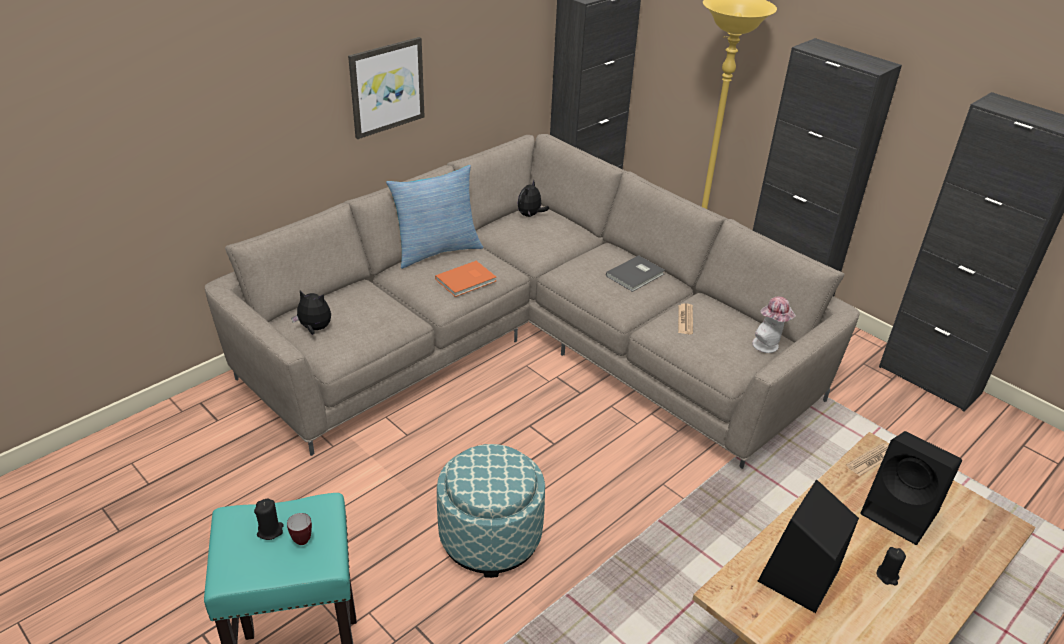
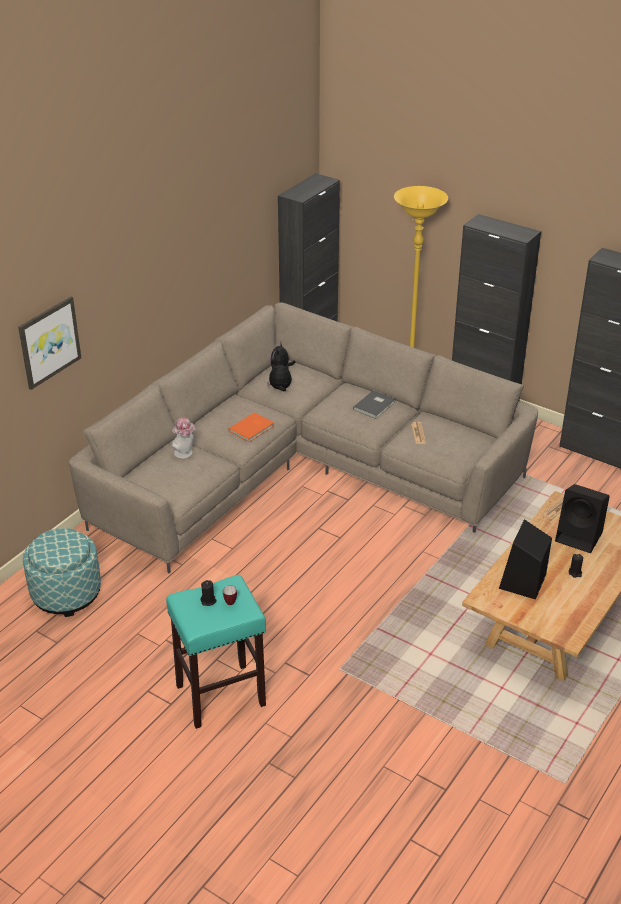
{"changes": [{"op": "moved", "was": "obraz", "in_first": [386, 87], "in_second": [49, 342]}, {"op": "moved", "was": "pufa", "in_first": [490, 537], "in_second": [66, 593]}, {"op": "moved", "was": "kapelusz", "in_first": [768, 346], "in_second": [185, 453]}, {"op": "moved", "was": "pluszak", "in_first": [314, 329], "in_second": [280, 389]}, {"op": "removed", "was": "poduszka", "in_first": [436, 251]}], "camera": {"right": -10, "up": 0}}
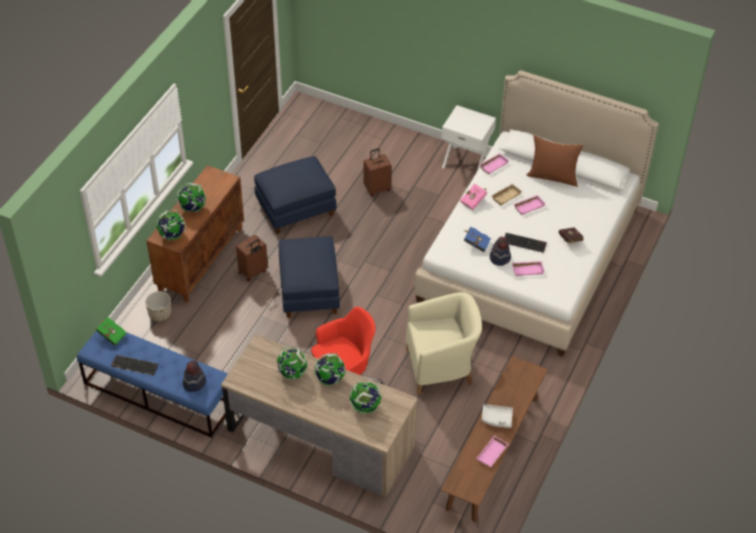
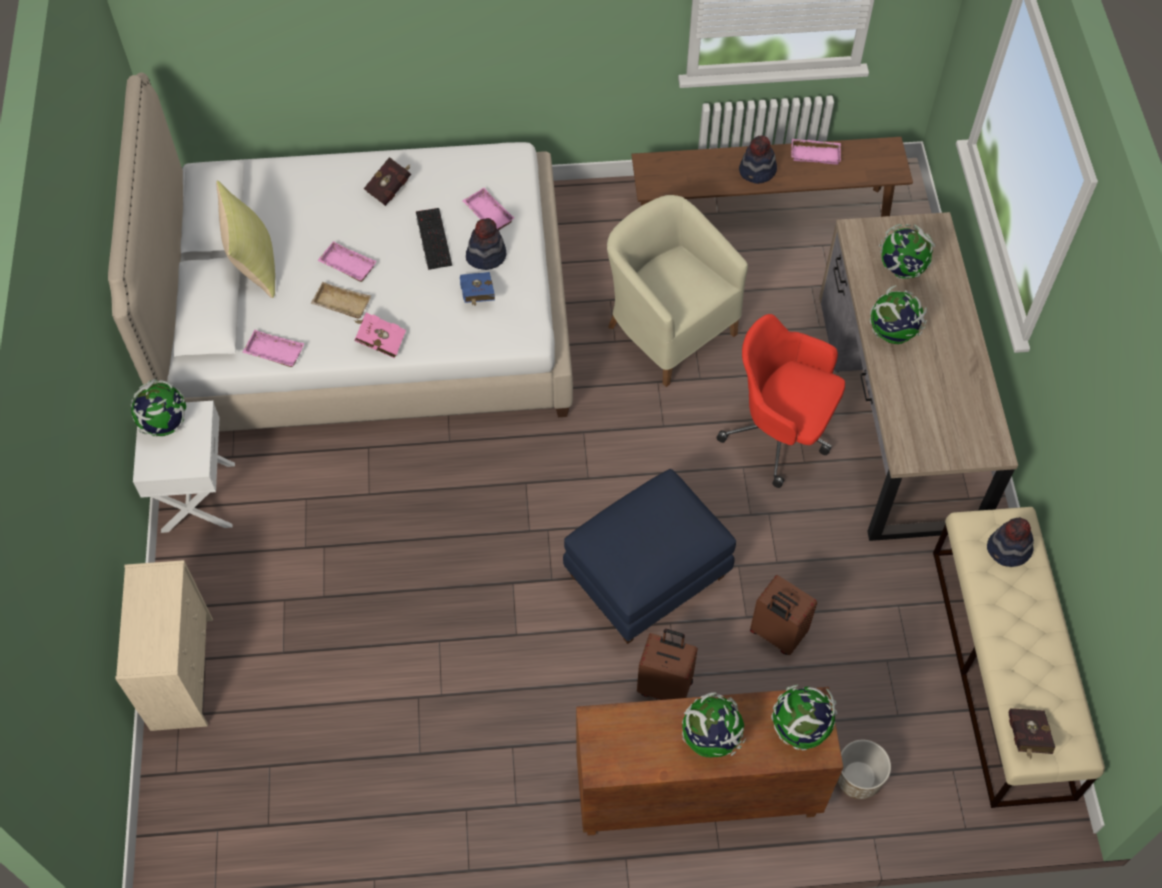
{"changes": [{"op": "added", "now": "komoda [beżowy]", "in_second": [182, 671]}, {"op": "moved", "was": "globus", "in_first": [292, 373], "in_second": [165, 424]}, {"op": "recoloured", "was": "poduszka [brązowy]", "now": "poduszka [żółty]", "in_first": [553, 176], "in_second": [253, 263]}, {"op": "replaced", "was": "taca [szary]", "now": "kapelusz", "in_first": [497, 419], "in_second": [757, 171]}, {"op": "moved", "was": "walizka [brązowy]", "in_first": [377, 188], "in_second": [776, 634]}, {"op": "recoloured", "was": "ławka [niebieski]", "now": "ławka [beżowy]", "in_first": [158, 393], "in_second": [1002, 672]}, {"op": "recoloured", "was": "książka [zielony]", "now": "książka [czerwony]", "in_first": [111, 335], "in_second": [1027, 738]}, {"op": "removed", "was": "klawiatura", "in_first": [134, 365]}, {"op": "removed", "was": "pufa [niebieski]", "in_first": [296, 210]}], "camera": {"right": -120, "up": 10}}
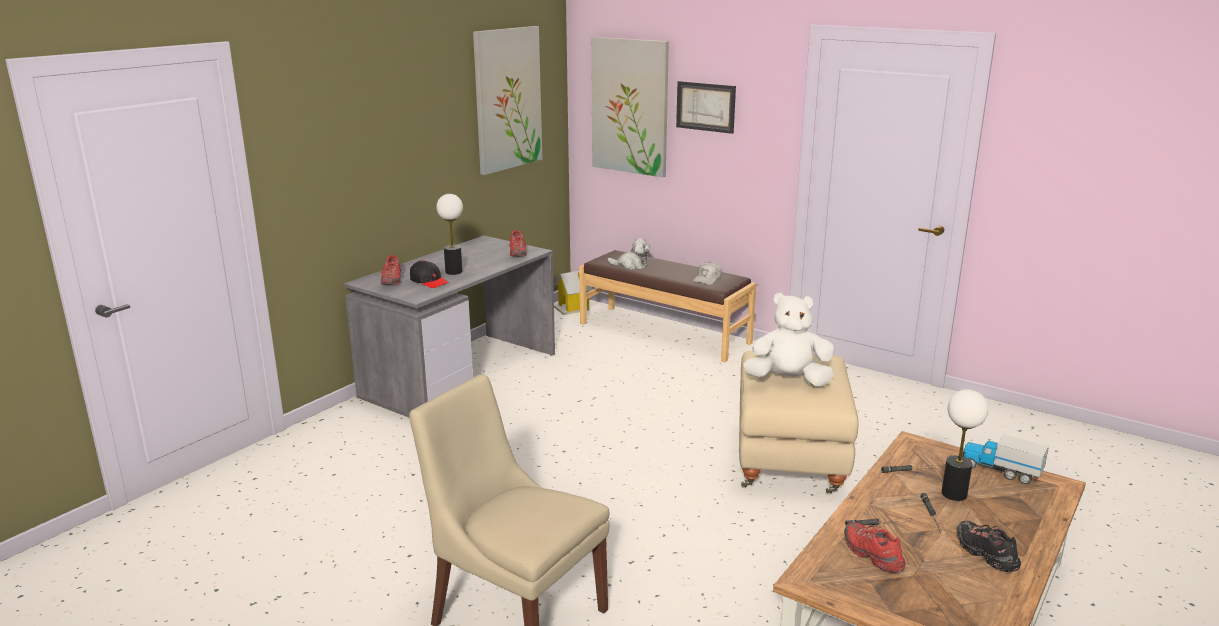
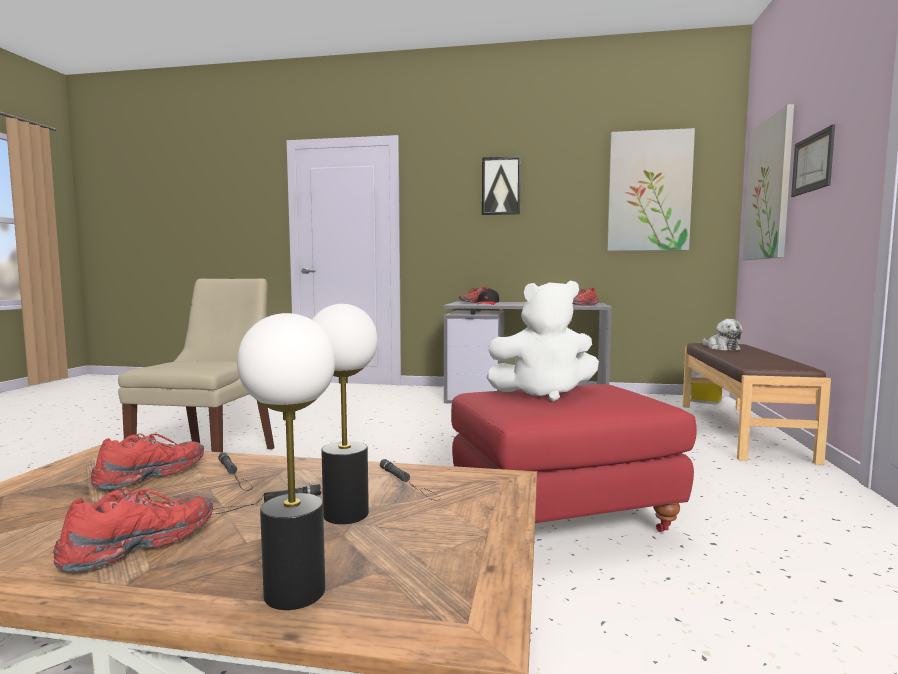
{"changes": [{"op": "recoloured", "was": "but [czarny]", "now": "but [czerwony]", "in_first": [985, 554], "in_second": [139, 547]}, {"op": "moved", "was": "lampa stołowa", "in_first": [454, 272], "in_second": [295, 593]}, {"op": "recoloured", "was": "pufa [beżowy]", "now": "pufa [czerwony]", "in_first": [791, 461], "in_second": [563, 522]}, {"op": "added", "now": "obraz", "in_second": [501, 186]}, {"op": "turned", "was": "pluszak [biały]", "in_first": [788, 380], "in_second": [543, 393], "clockwise": 105}, {"op": "removed", "was": "czapka z daszkiem [biały]", "in_first": [707, 279]}, {"op": "removed", "was": "ciężarówka zabawkowa", "in_first": [1000, 470]}], "camera": {"right": 65, "up": -15}}
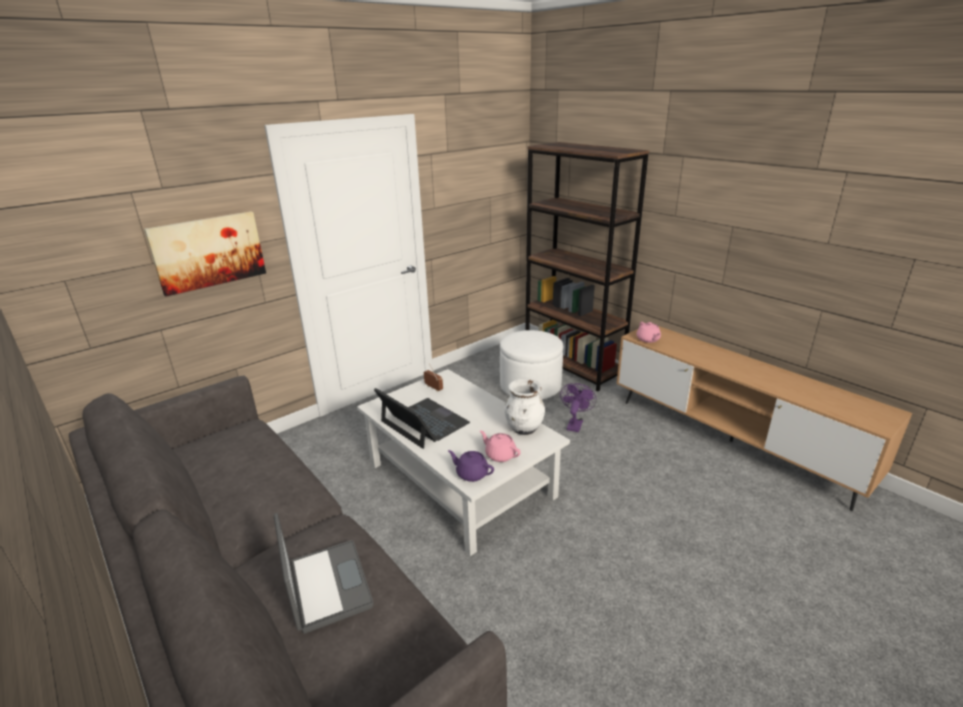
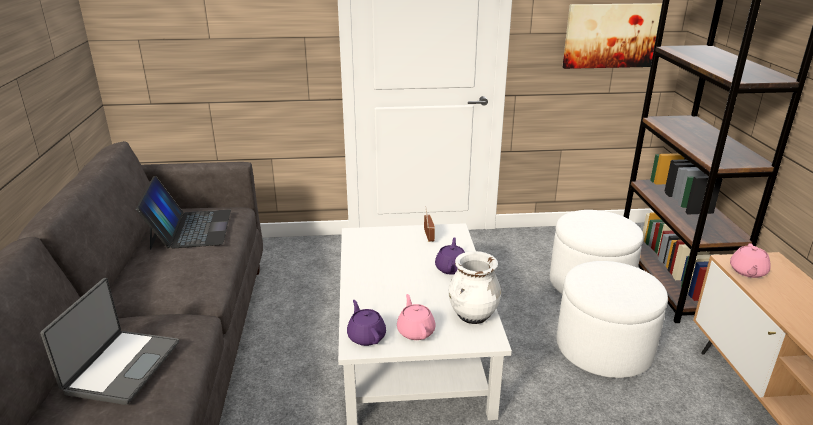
{"changes": [{"op": "moved", "was": "laptop", "in_first": [424, 422], "in_second": [190, 229]}, {"op": "added", "now": "imbryk [fioletowy]", "in_second": [451, 268]}, {"op": "replaced", "was": "wentylator [fioletowy]", "now": "pufa [biały]", "in_first": [575, 424], "in_second": [603, 348]}, {"op": "moved", "was": "obraz", "in_first": [208, 252], "in_second": [611, 35]}], "camera": {"right": 35, "up": 0}}
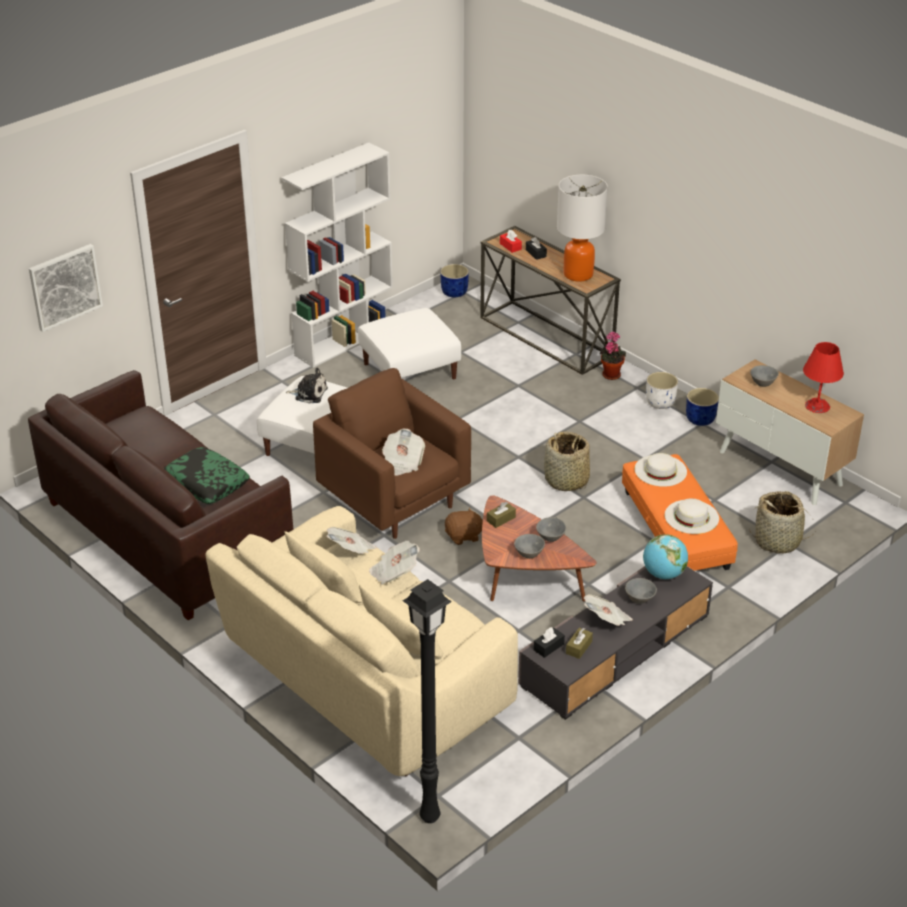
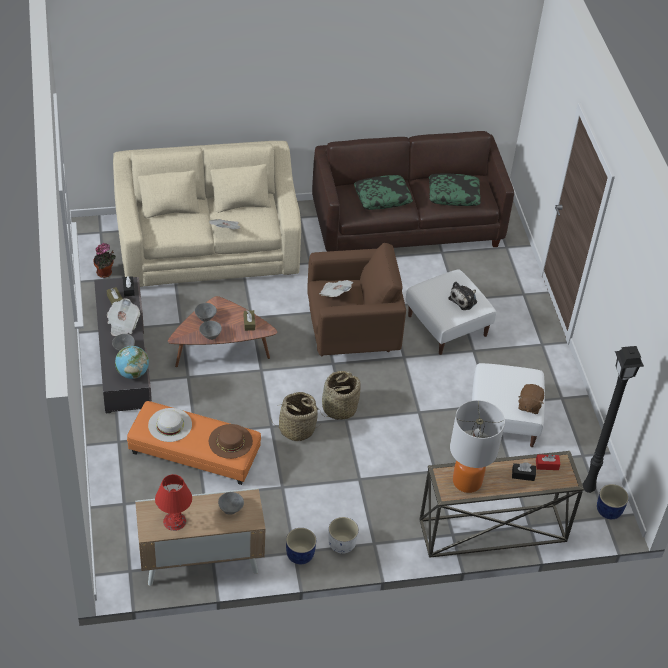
{"changes": [{"op": "moved", "was": "roślina doniczkowa", "in_first": [610, 374], "in_second": [105, 273]}, {"op": "recoloured", "was": "kapelusz [biały]", "now": "kapelusz [brązowy]", "in_first": [660, 470], "in_second": [230, 441]}, {"op": "moved", "was": "koszyk", "in_first": [778, 541], "in_second": [339, 408]}, {"op": "added", "now": "poduszka", "in_second": [453, 194]}, {"op": "moved", "was": "pluszak [brązowy]", "in_first": [464, 536], "in_second": [529, 405]}, {"op": "moved", "was": "lampa stojąca [czarny]", "in_first": [428, 816], "in_second": [589, 487]}, {"op": "removed", "was": "obraz", "in_first": [65, 286]}, {"op": "removed", "was": "regał [biały]", "in_first": [344, 341]}, {"op": "removed", "was": "gazeta", "in_first": [351, 550]}], "camera": {"right": 120, "up": 10}}
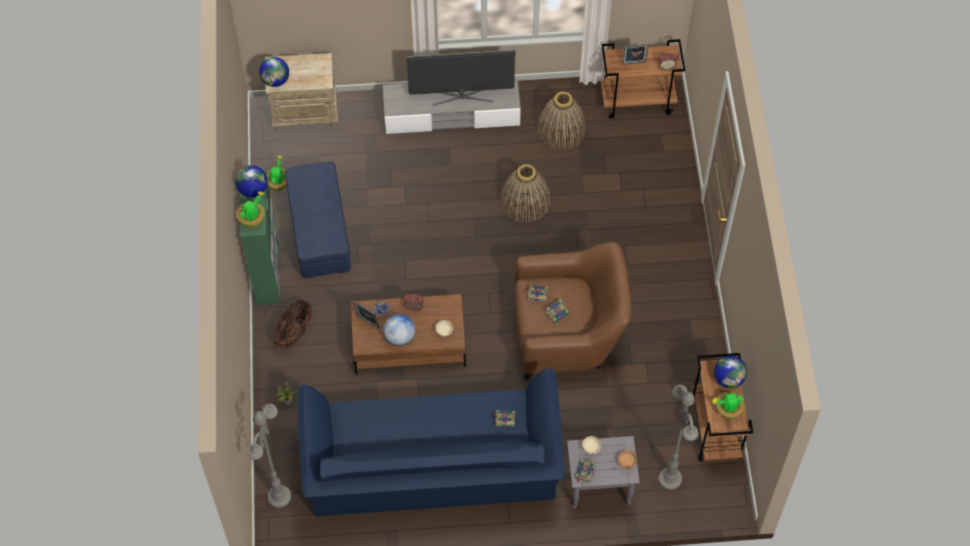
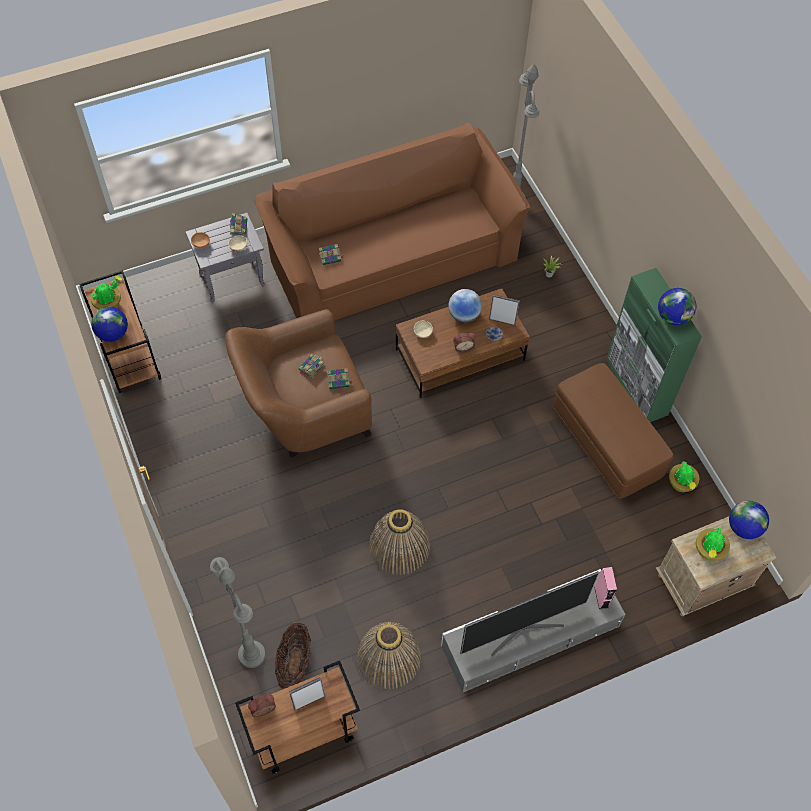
{"changes": [{"op": "moved", "was": "lampa stojąca [szary]", "in_first": [670, 479], "in_second": [251, 654]}, {"op": "recoloured", "was": "kanapa [niebieski]", "now": "kanapa [brązowy]", "in_first": [432, 470], "in_second": [390, 254]}, {"op": "moved", "was": "koszyk", "in_first": [294, 332], "in_second": [294, 663]}, {"op": "recoloured", "was": "pufa [niebieski]", "now": "pufa [brązowy]", "in_first": [319, 232], "in_second": [607, 442]}, {"op": "added", "now": "głośnik [różowy]", "in_second": [601, 597]}, {"op": "moved", "was": "roślina doniczkowa", "in_first": [252, 219], "in_second": [708, 551]}], "camera": {"right": 160, "up": 0}}
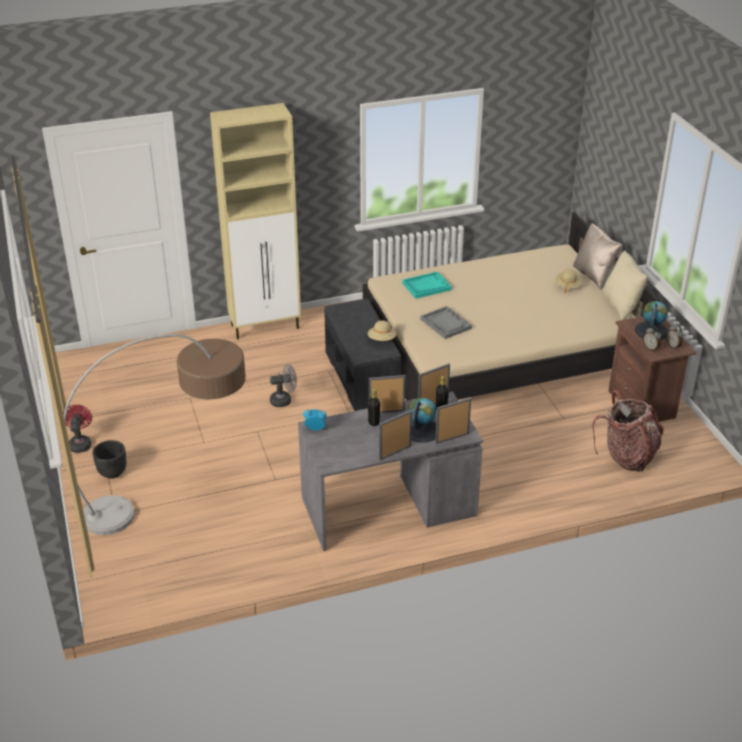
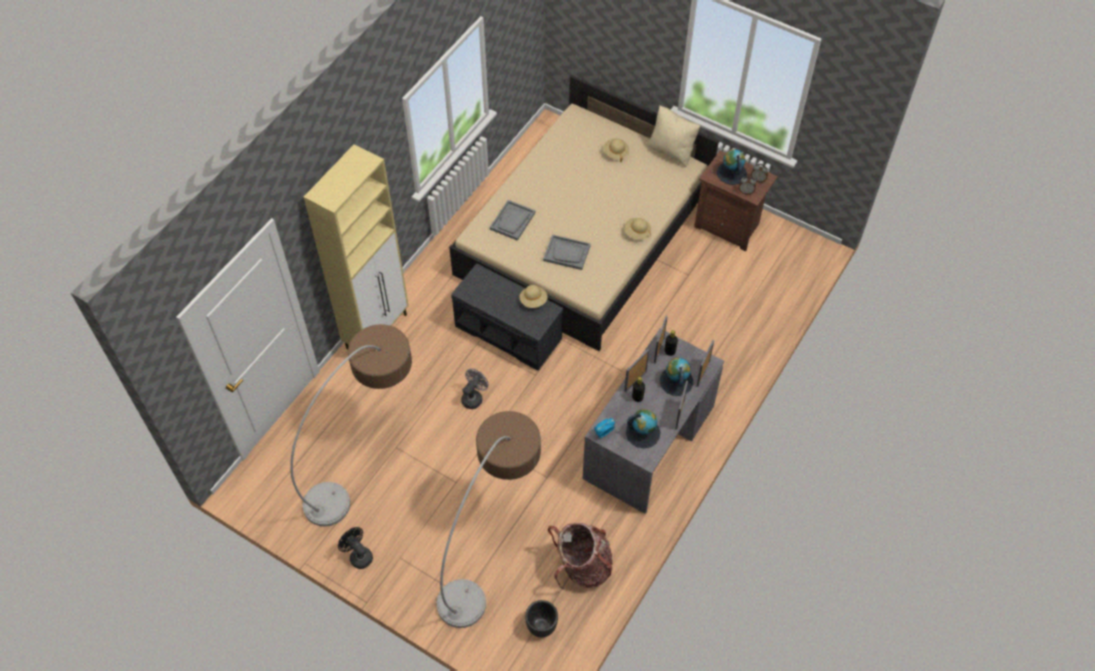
{"changes": [{"op": "added", "now": "lampa stojąca", "in_second": [367, 457]}, {"op": "recoloured", "was": "wentylator [czerwony]", "now": "wentylator [czarny]", "in_first": [80, 443], "in_second": [358, 555]}, {"op": "recoloured", "was": "taca [turkusowy]", "now": "taca [szary]", "in_first": [426, 286], "in_second": [512, 221]}, {"op": "moved", "was": "donica [czarny]", "in_first": [112, 472], "in_second": [541, 625]}, {"op": "moved", "was": "plecak", "in_first": [627, 456], "in_second": [582, 566]}, {"op": "added", "now": "kapelusz [beżowy]", "in_second": [637, 233]}, {"op": "added", "now": "globus", "in_second": [643, 432]}, {"op": "removed", "was": "poduszka [beżowy]", "in_first": [594, 276]}], "camera": {"right": -40, "up": 20}}
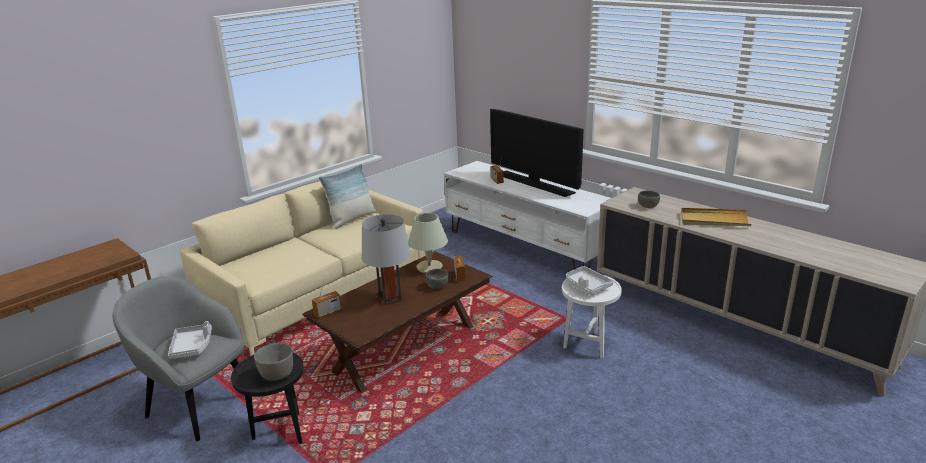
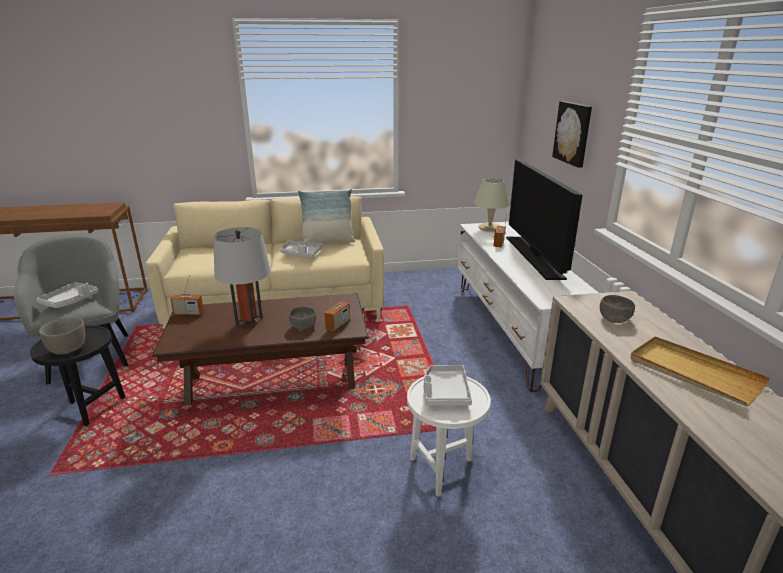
{"changes": [{"op": "added", "now": "taca [szary]", "in_second": [301, 254]}, {"op": "moved", "was": "lampa stołowa [beżowy]", "in_first": [429, 267], "in_second": [489, 228]}, {"op": "added", "now": "obraz", "in_second": [573, 133]}], "camera": {"right": 35, "up": 0}}
